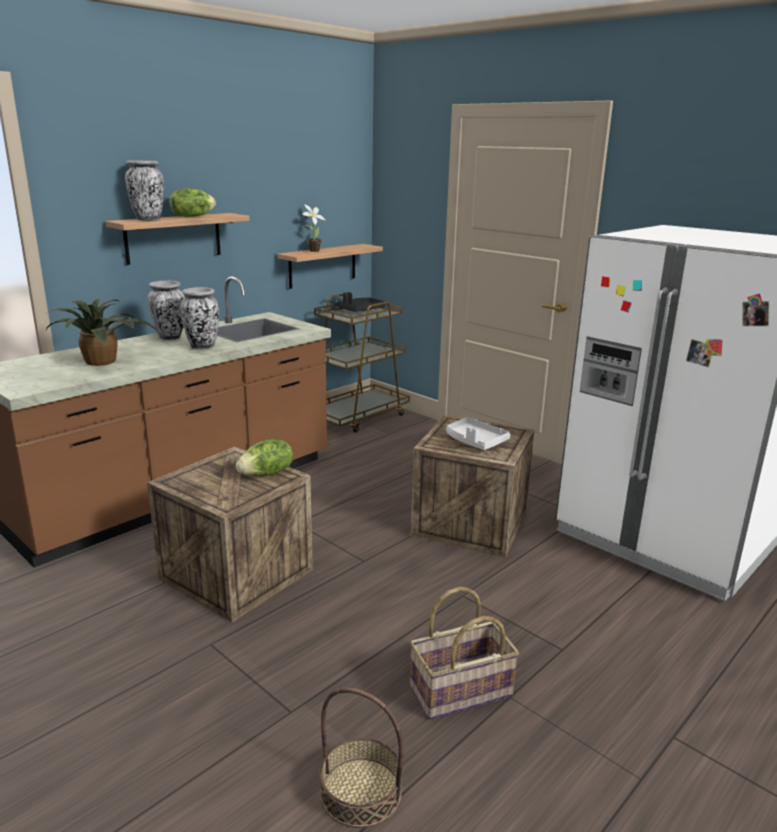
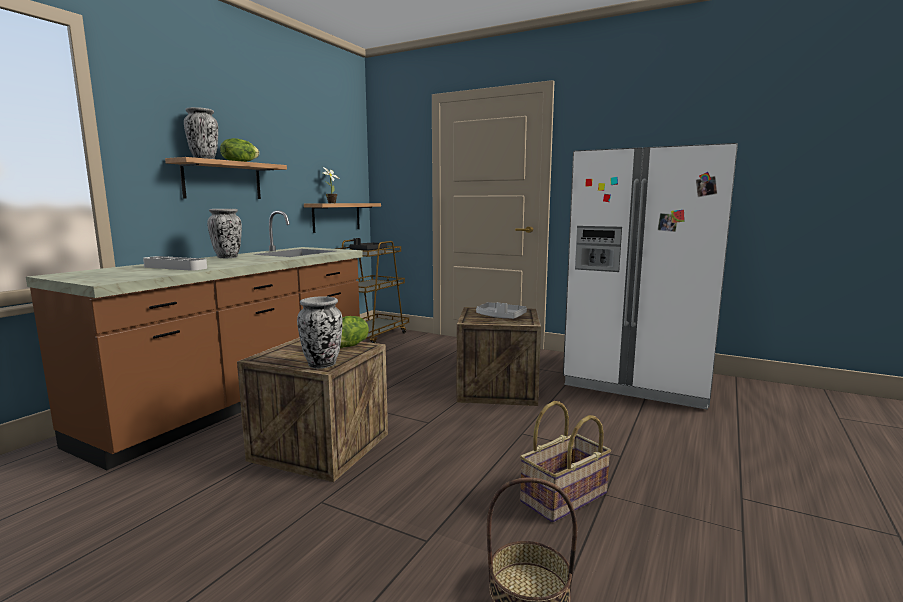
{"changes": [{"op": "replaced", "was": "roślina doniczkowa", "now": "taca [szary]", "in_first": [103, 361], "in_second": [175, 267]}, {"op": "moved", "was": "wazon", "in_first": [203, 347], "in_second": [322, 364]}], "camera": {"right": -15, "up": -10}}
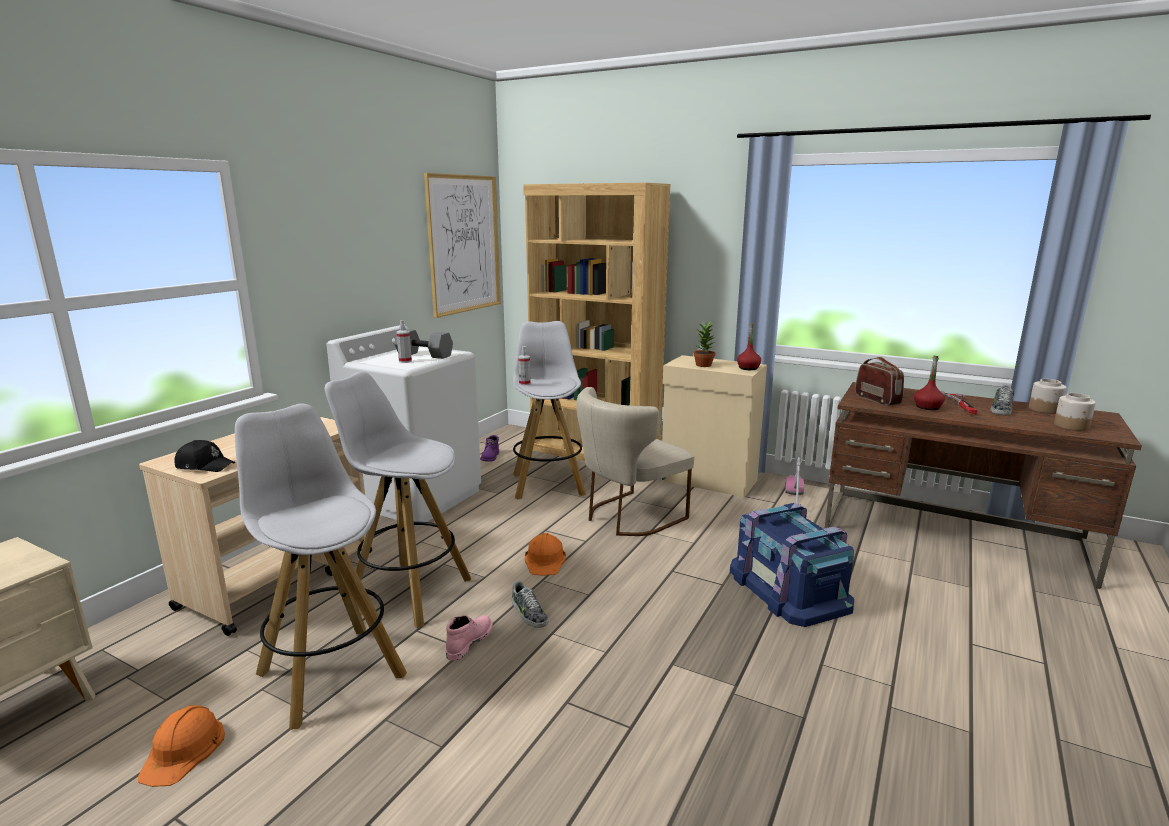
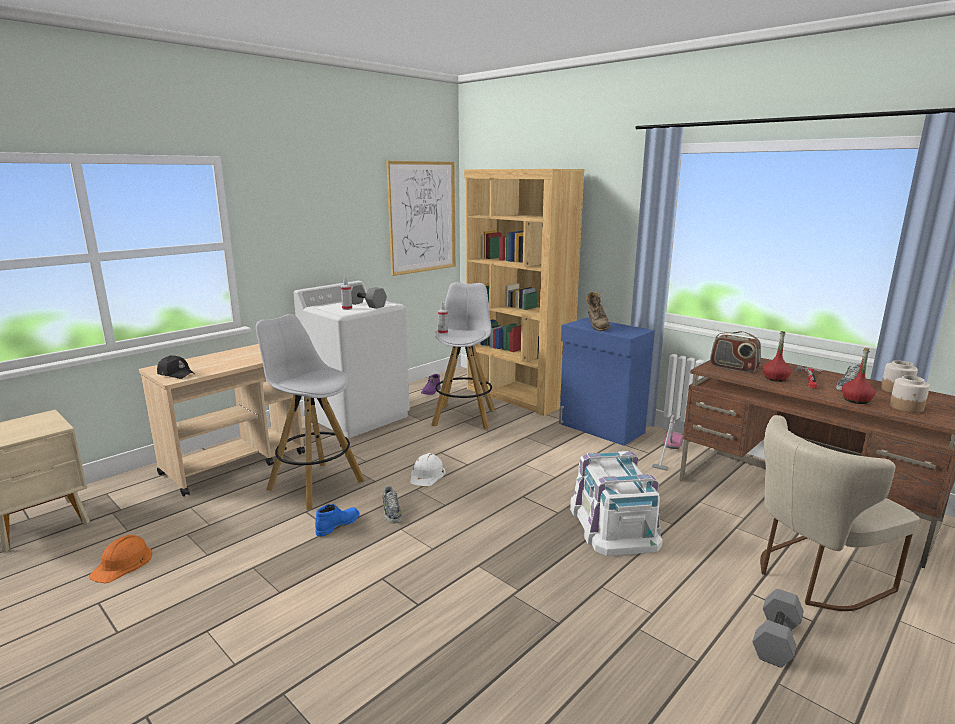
{"changes": [{"op": "recoloured", "was": "but z cholewką [różowy]", "now": "but z cholewką [niebieski]", "in_first": [469, 641], "in_second": [337, 525]}, {"op": "recoloured", "was": "kask [pomarańczowy]", "now": "kask [biały]", "in_first": [545, 560], "in_second": [427, 475]}, {"op": "recoloured", "was": "szafka [beżowy]", "now": "szafka [niebieski]", "in_first": [709, 481], "in_second": [601, 428]}, {"op": "recoloured", "was": "pojemnik do przechowywania [niebieski]", "now": "pojemnik do przechowywania [biały]", "in_first": [789, 588], "in_second": [614, 523]}, {"op": "replaced", "was": "roślina doniczkowa", "now": "but z cholewką [brązowy]", "in_first": [704, 365], "in_second": [596, 327]}, {"op": "turned", "was": "radio", "in_first": [877, 399], "in_second": [733, 368], "clockwise": 135}, {"op": "added", "now": "hantel [szary]", "in_second": [777, 640]}, {"op": "moved", "was": "krzesło [beżowy]", "in_first": [628, 517], "in_second": [812, 576]}, {"op": "moved", "was": "butelka [czerwony]", "in_first": [748, 368], "in_second": [856, 400]}, {"op": "removed", "was": "stołek [biały]", "in_first": [330, 673]}], "camera": {"right": 15, "up": 0}}
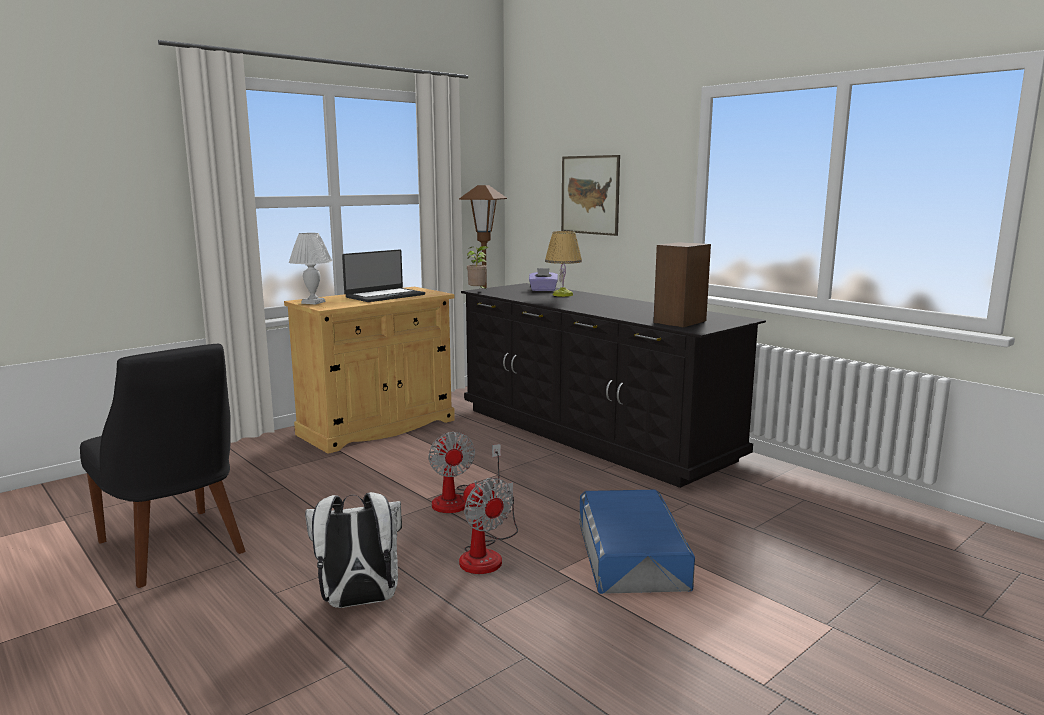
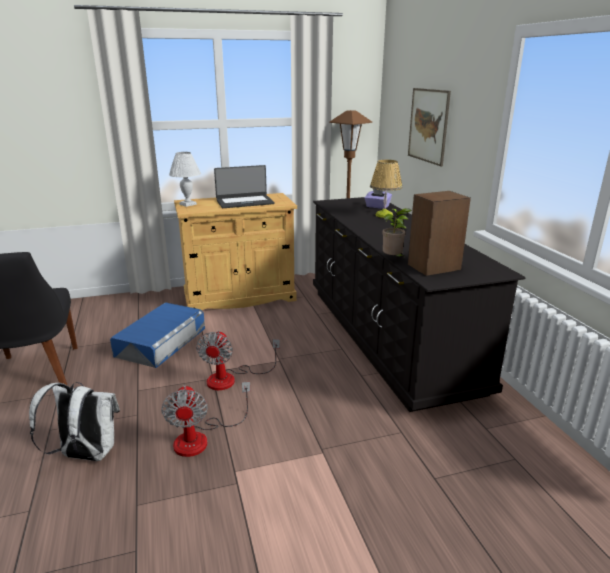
{"changes": [{"op": "moved", "was": "pojemnik do przechowywania [niebieski]", "in_first": [631, 554], "in_second": [161, 342]}, {"op": "moved", "was": "roślina doniczkowa", "in_first": [478, 291], "in_second": [393, 259]}], "camera": {"right": 25, "up": 10}}
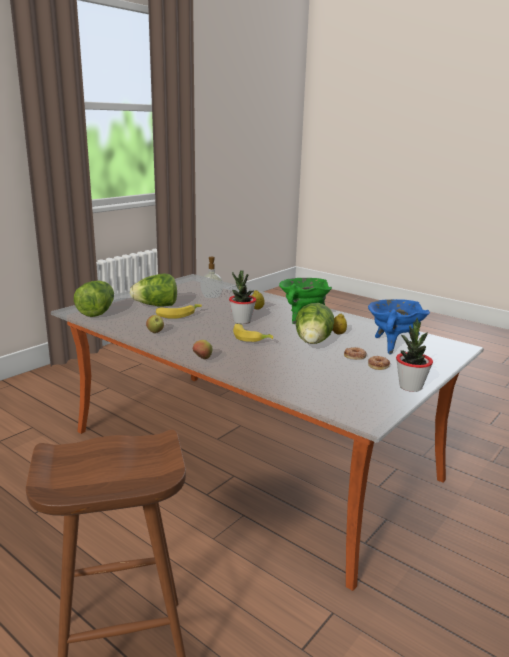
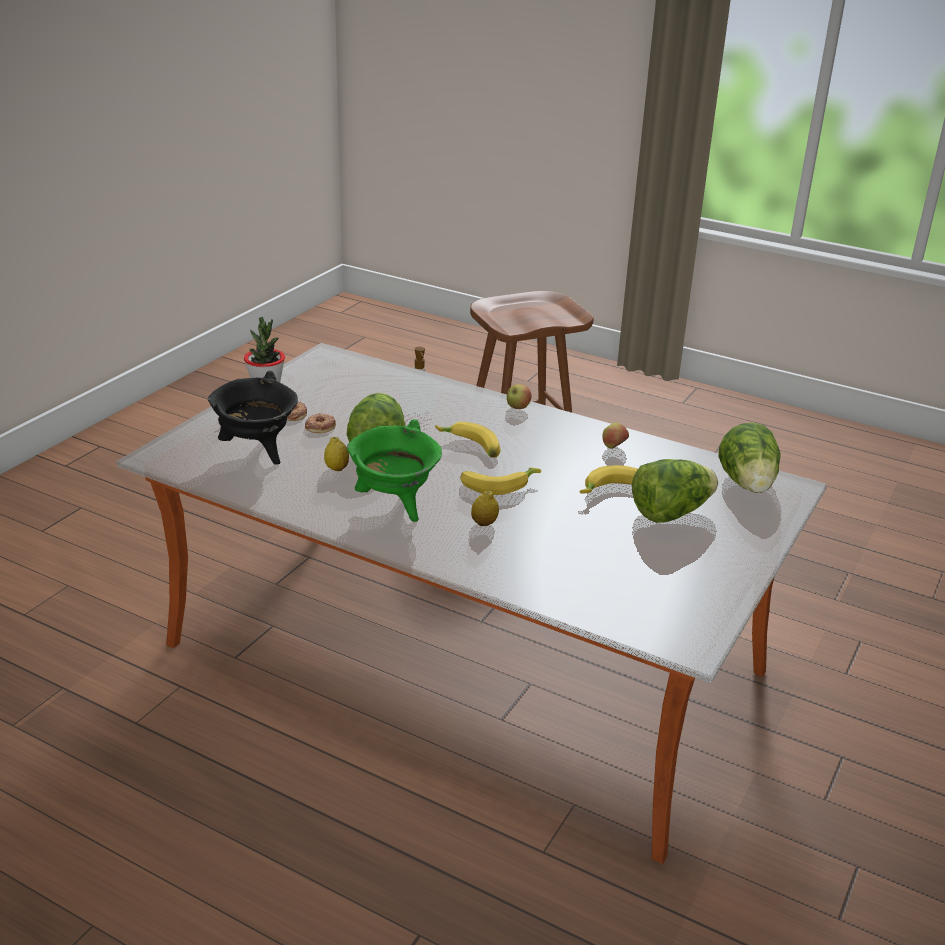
{"changes": [{"op": "recoloured", "was": "garnek [niebieski]", "now": "garnek [czarny]", "in_first": [393, 345], "in_second": [257, 451]}, {"op": "moved", "was": "dozownik mydła", "in_first": [211, 296], "in_second": [419, 413]}, {"op": "replaced", "was": "roślina doniczkowa", "now": "banan", "in_first": [242, 321], "in_second": [498, 484]}], "camera": {"right": 170, "up": 10}}
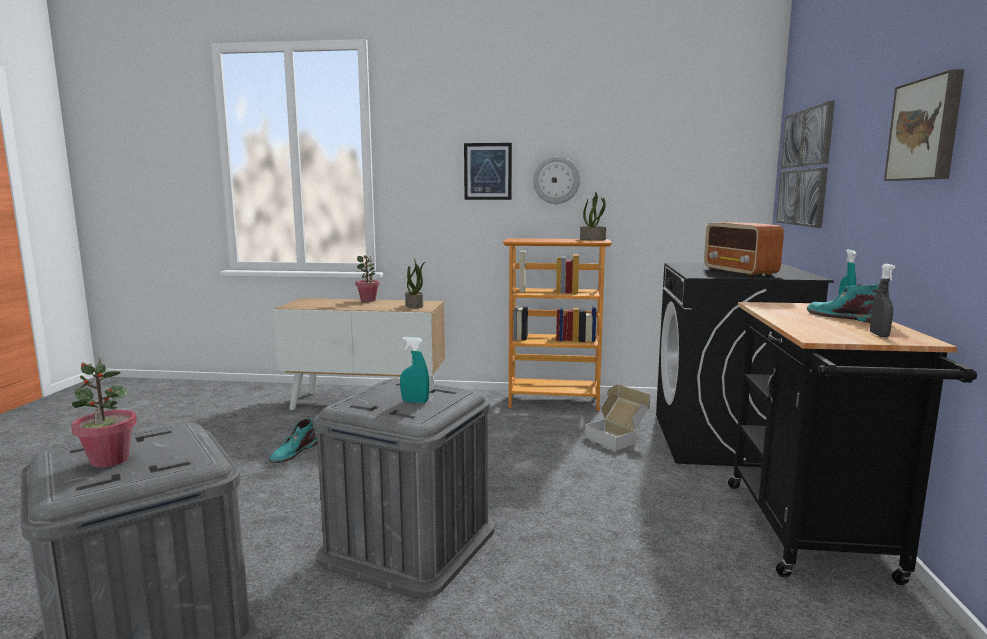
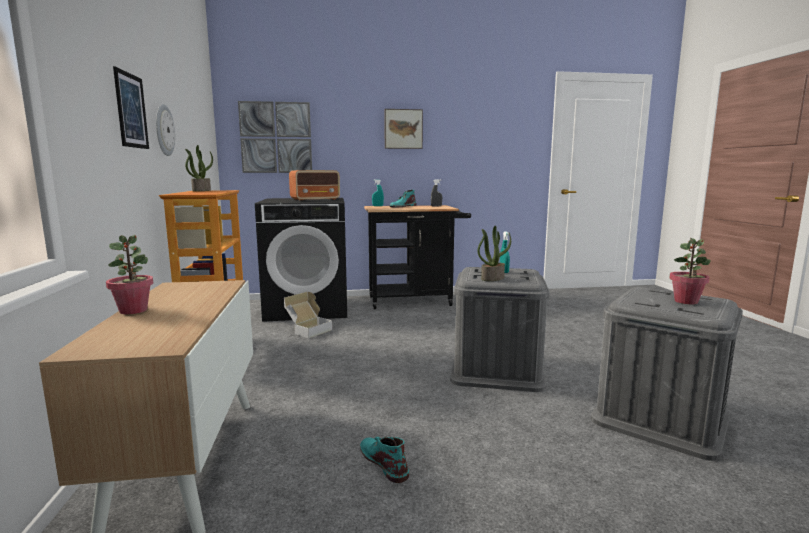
{"changes": [{"op": "turned", "was": "but z cholewką [turkusowy]", "in_first": [293, 452], "in_second": [383, 461], "clockwise": -135}, {"op": "moved", "was": "roślina doniczkowa", "in_first": [414, 306], "in_second": [492, 278]}], "camera": {"right": -105, "up": 0}}
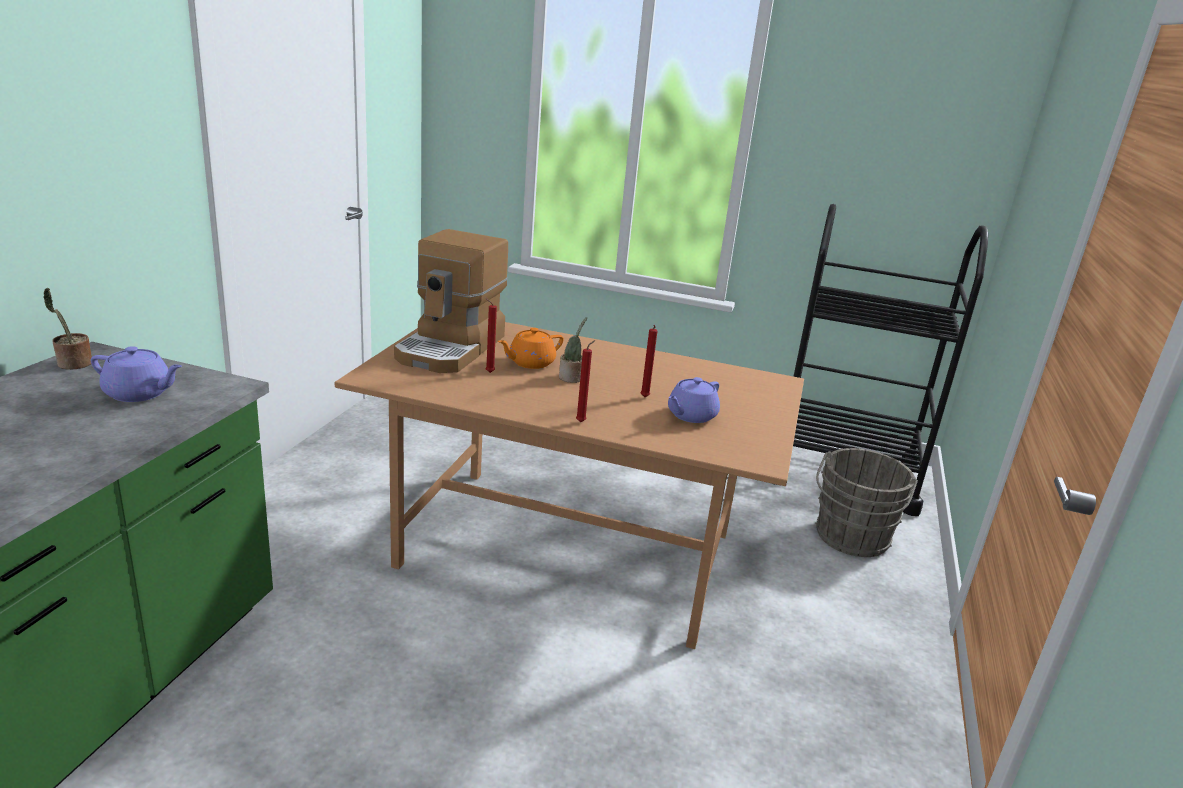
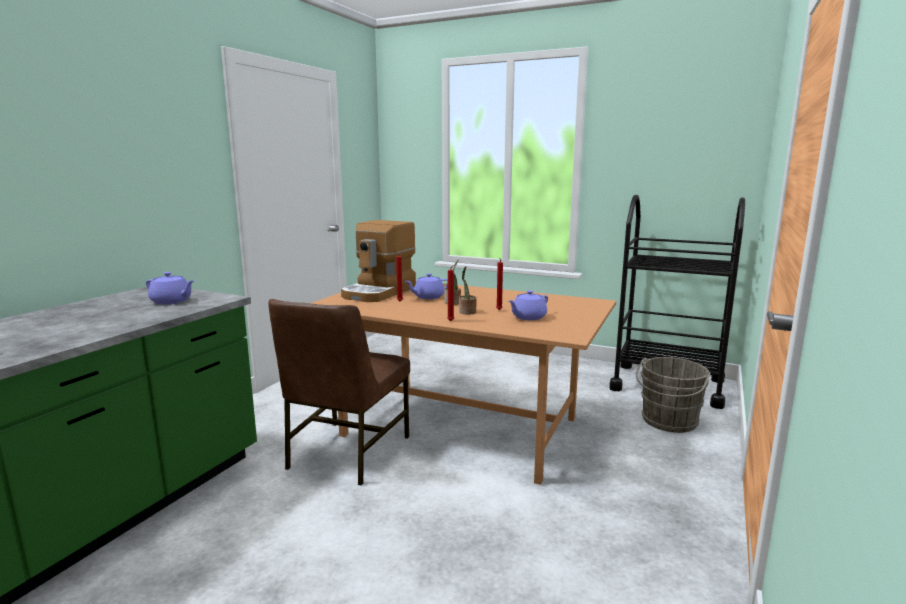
{"changes": [{"op": "added", "now": "krzesło [brązowy]", "in_second": [346, 452]}, {"op": "recoloured", "was": "imbryk [pomarańczowy]", "now": "imbryk [fioletowy]", "in_first": [530, 363], "in_second": [428, 297]}, {"op": "moved", "was": "roślina doniczkowa", "in_first": [73, 364], "in_second": [467, 312]}], "camera": {"right": 10, "up": -10}}
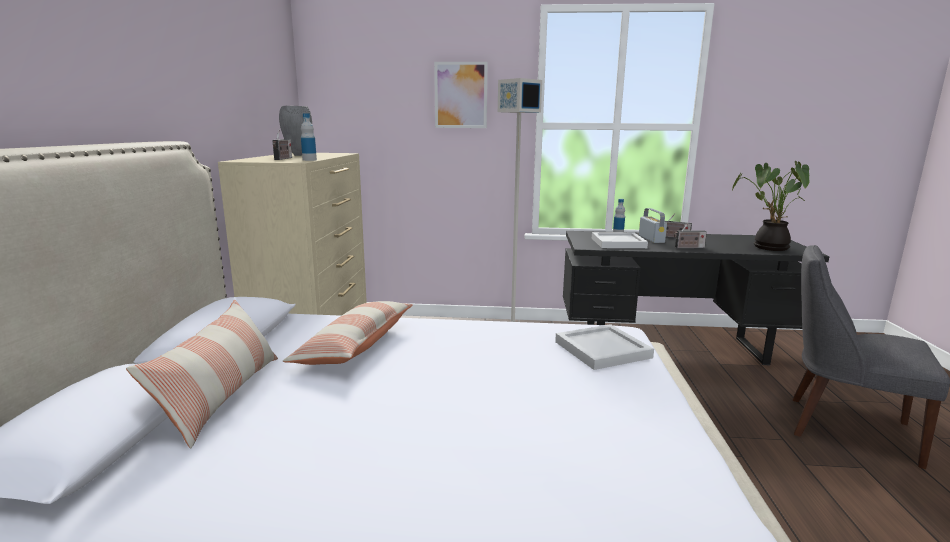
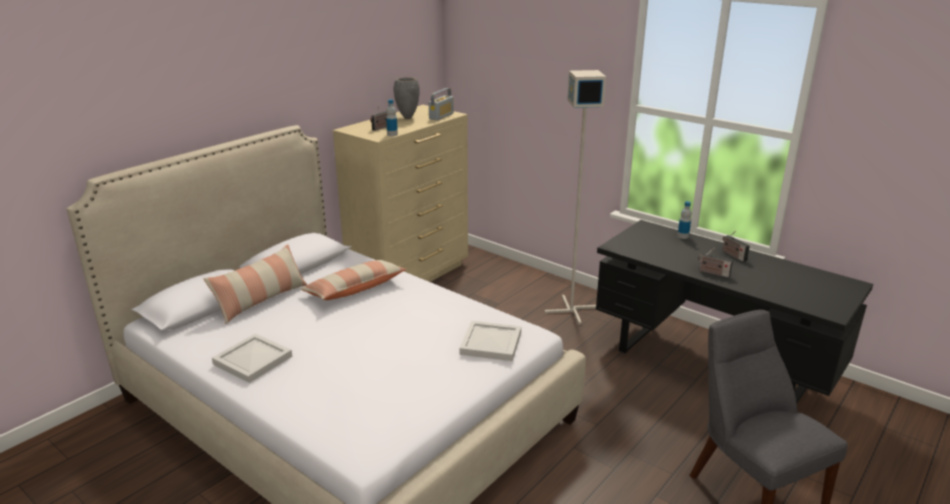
{"changes": [{"op": "moved", "was": "taca [biały]", "in_first": [617, 243], "in_second": [251, 360]}, {"op": "moved", "was": "radio", "in_first": [651, 239], "in_second": [441, 116]}, {"op": "removed", "was": "obraz", "in_first": [460, 95]}, {"op": "removed", "was": "roślina doniczkowa", "in_first": [767, 247]}], "camera": {"right": 35, "up": 10}}
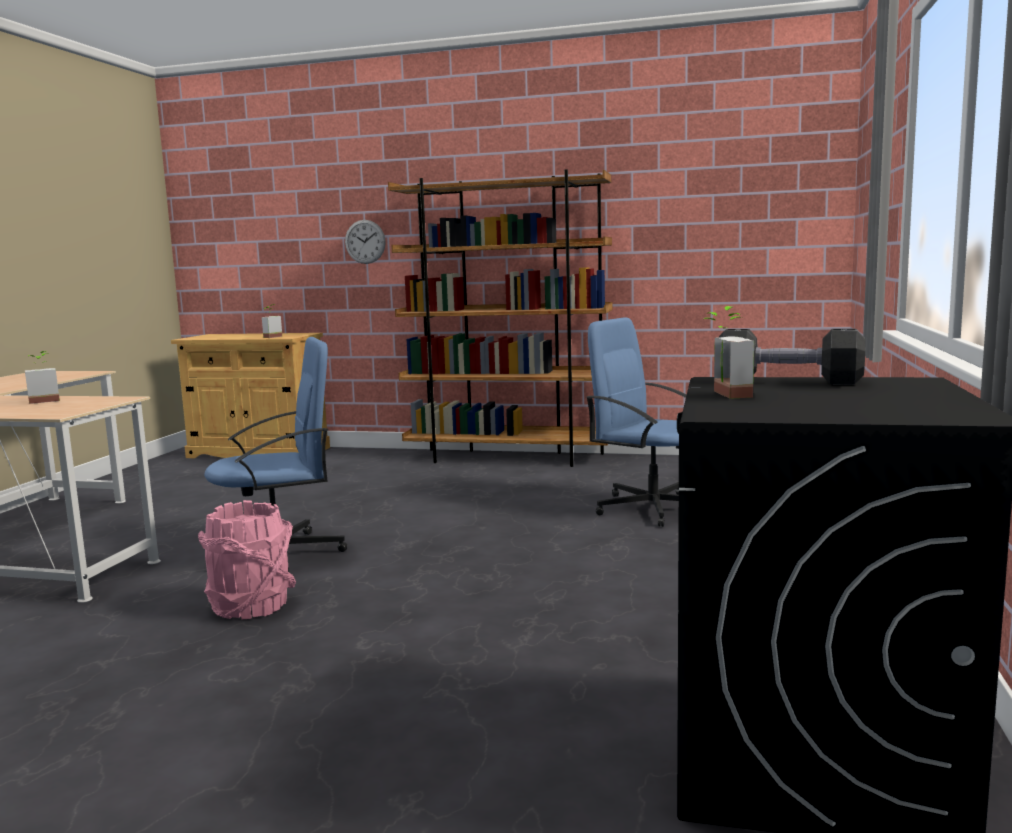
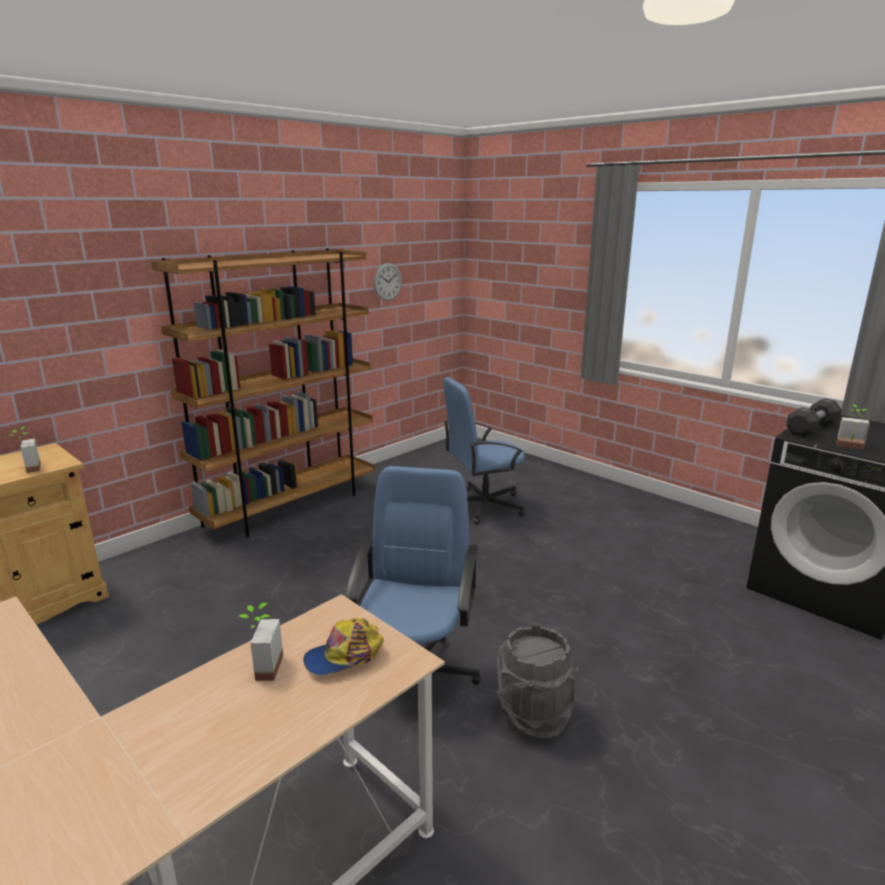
{"changes": [{"op": "added", "now": "czapka z daszkiem", "in_second": [344, 656]}, {"op": "moved", "was": "zegar ścienny", "in_first": [365, 241], "in_second": [387, 281]}, {"op": "recoloured", "was": "wiadro [różowy]", "now": "wiadro [szary]", "in_first": [251, 606], "in_second": [533, 715]}], "camera": {"right": -60, "up": 10}}
